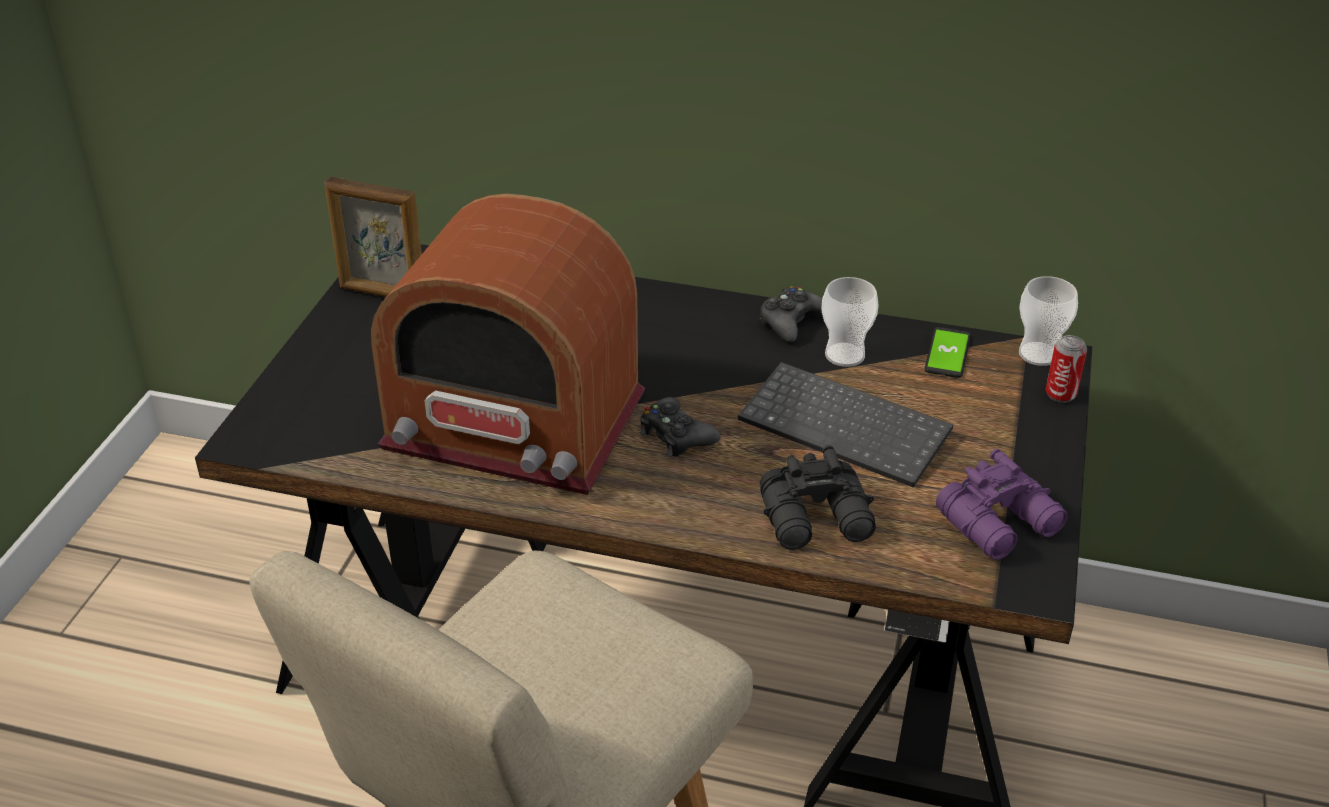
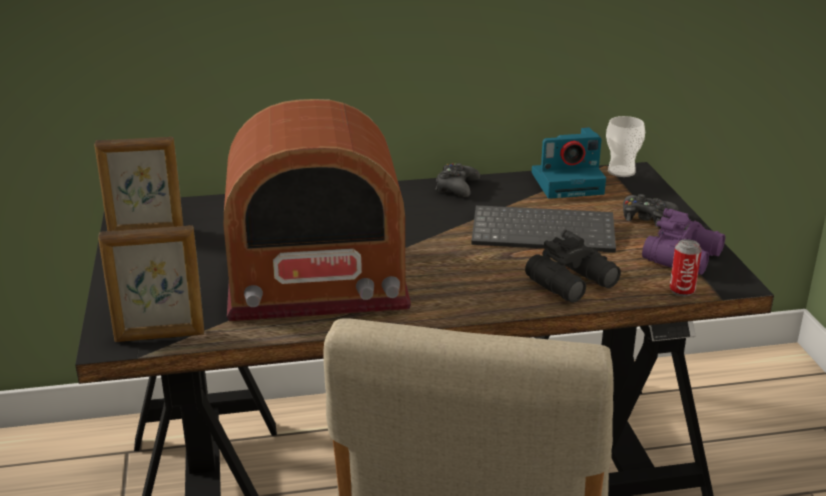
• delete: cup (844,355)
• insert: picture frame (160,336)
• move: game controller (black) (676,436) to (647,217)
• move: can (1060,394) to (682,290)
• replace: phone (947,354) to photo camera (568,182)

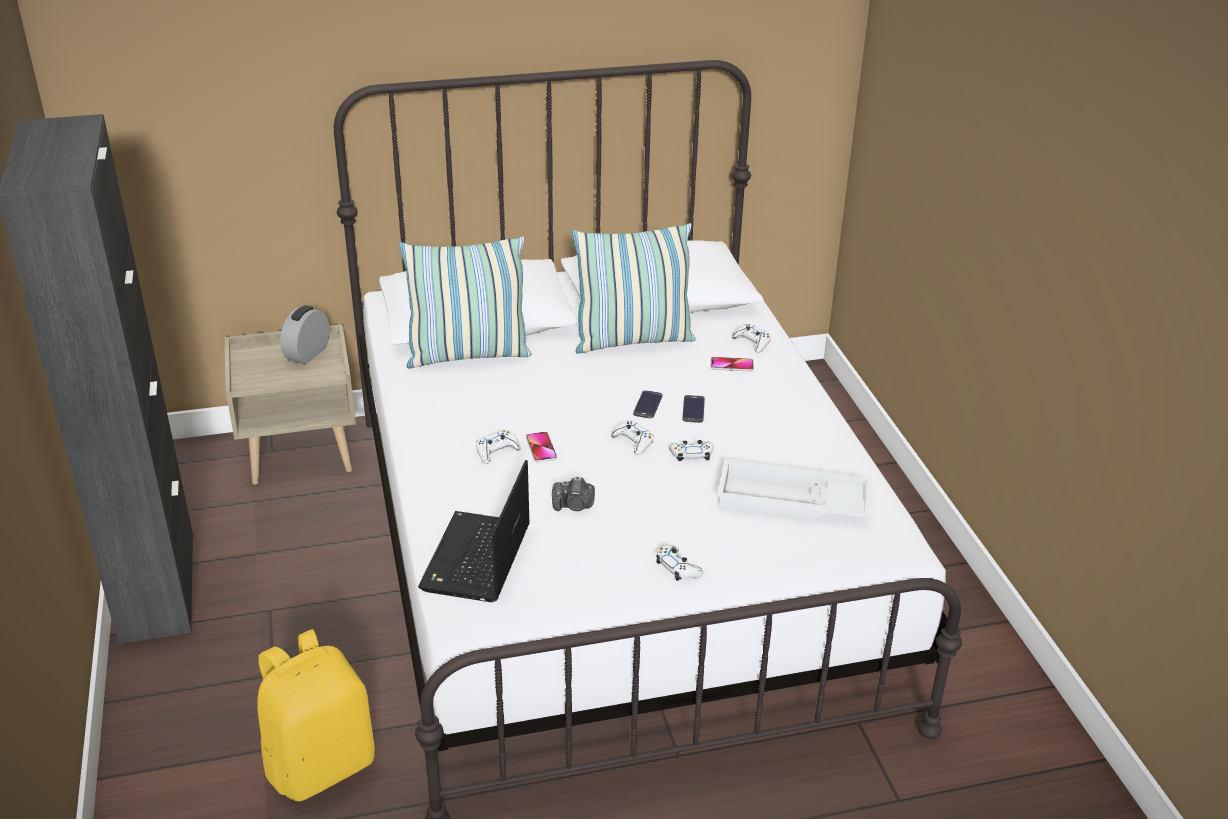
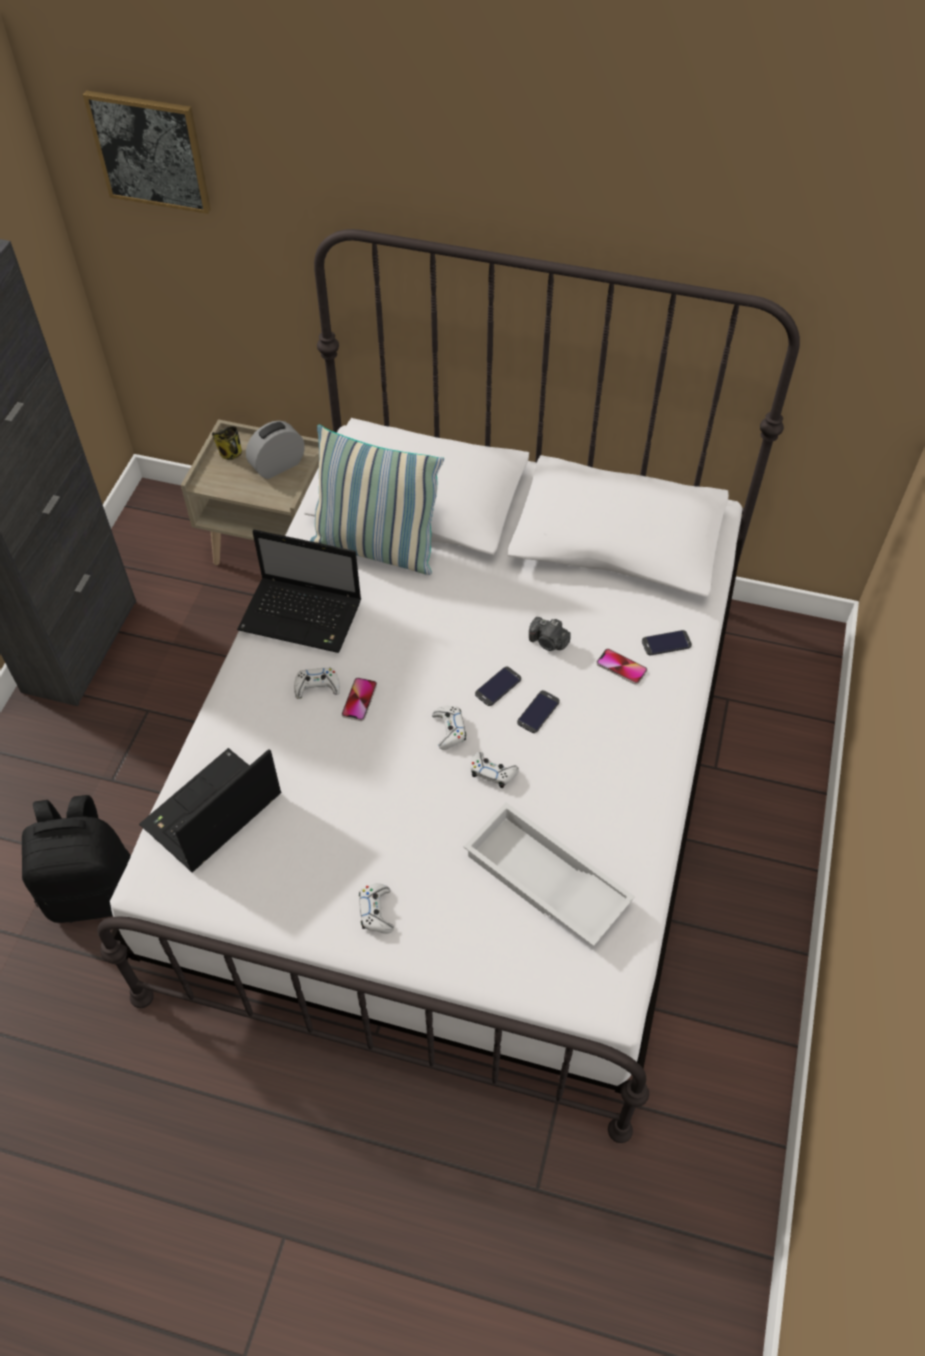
• delete: pillow (632,340)
• insert: picture (150,151)
• insert: mug (231,454)
• insert: laptop (303,616)
• move: photo camera (574,506) to (548,642)
• replace: game controller (white) (752,342) to phone (666,643)
• recolor: backpack (yellow) (321,764) to backpack (black) (94,890)

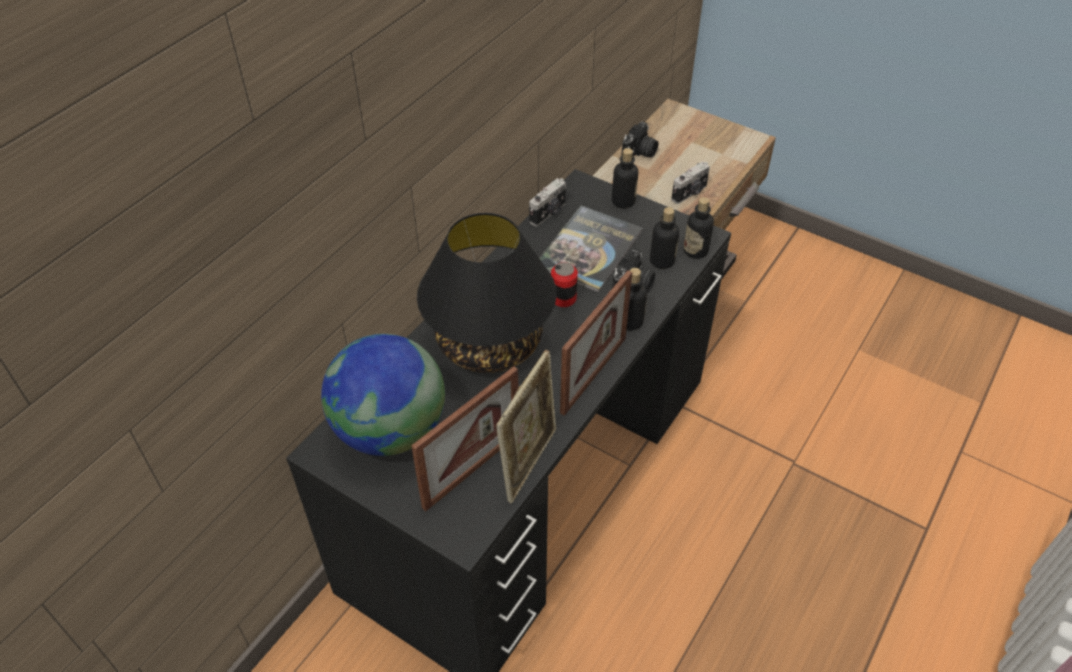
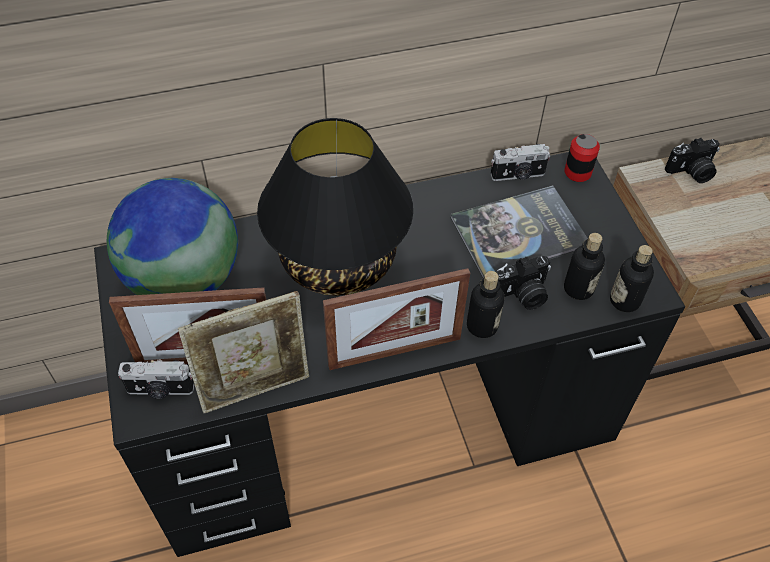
• delete: bottle (623,201)
• move: can (563,298) to (577,172)
• move: photo camera (690,193) to (160,390)

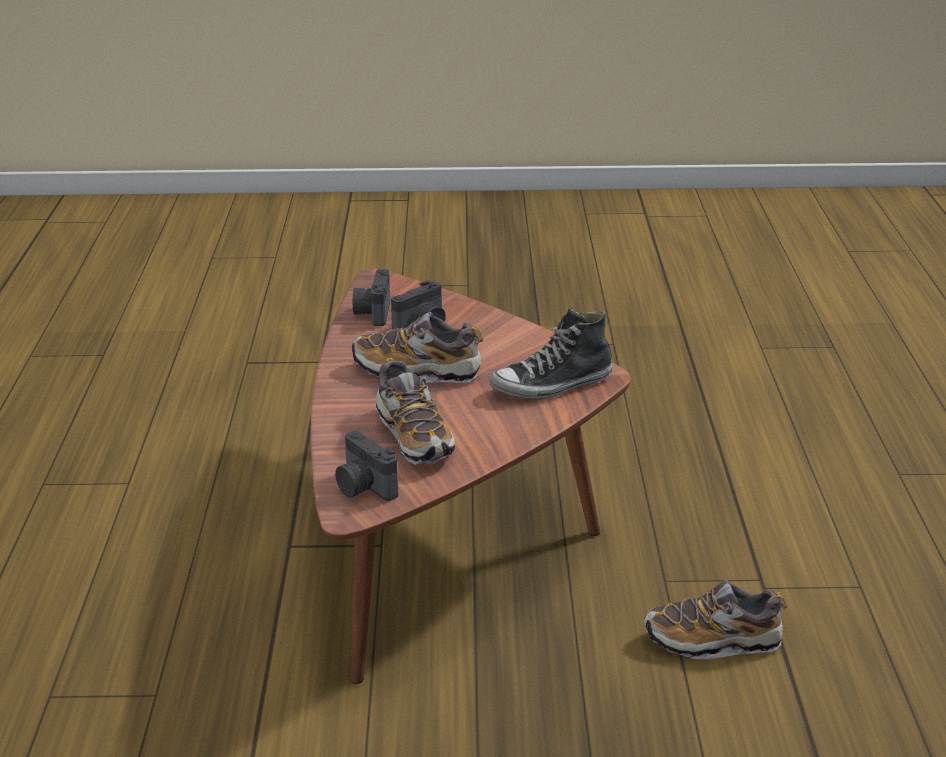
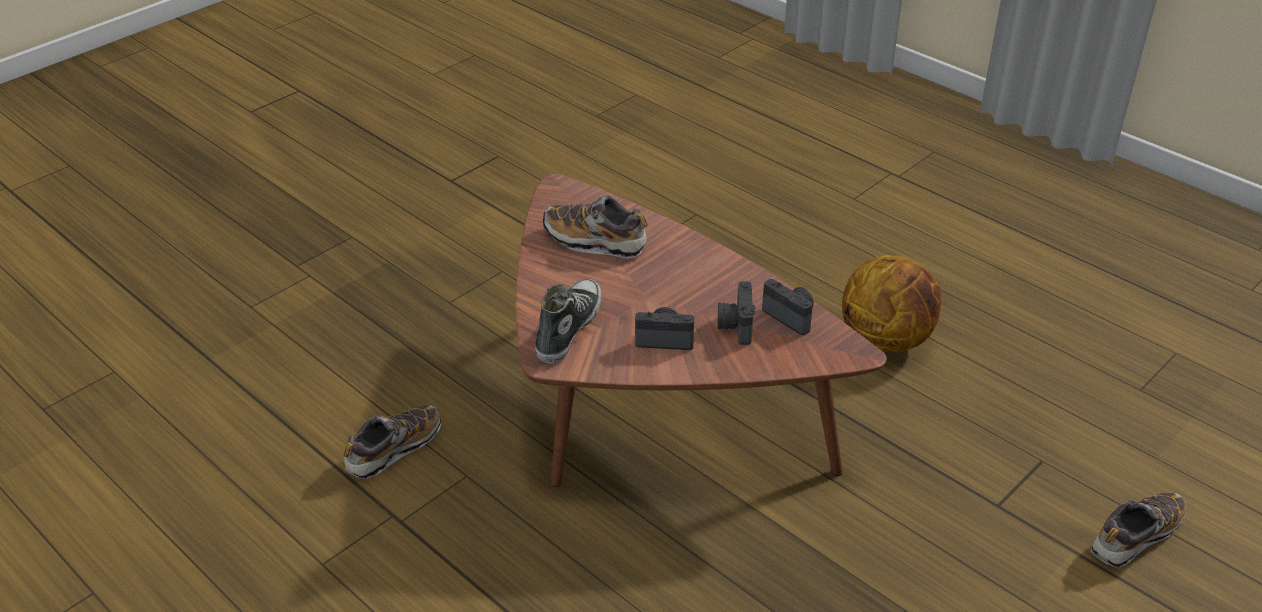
• insert: basketball (887,339)
• move: photo camera (363,488) to (665,339)
• move: shoe (417,371) to (1135,537)

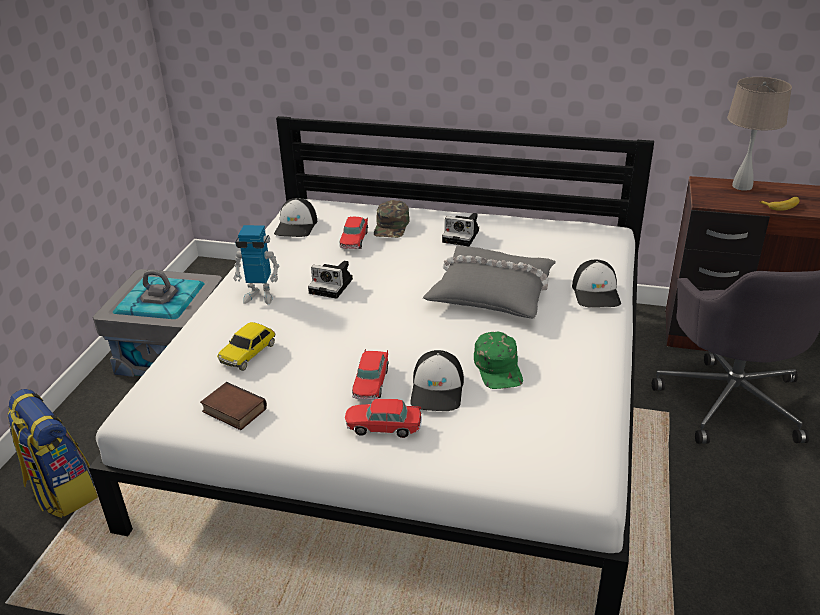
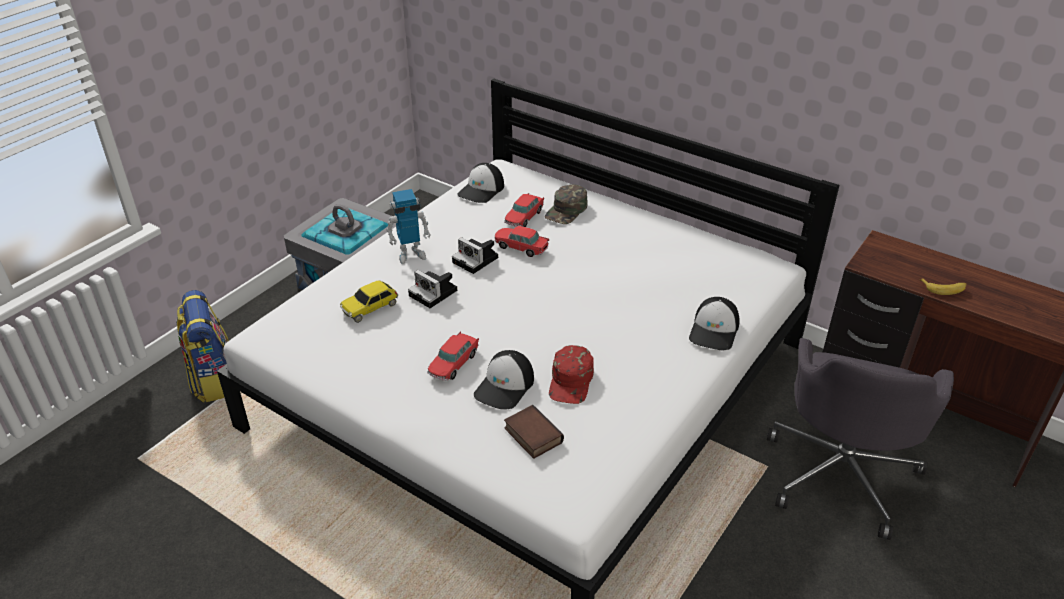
• delete: pillow (grey) (492,291)
• delete: table lamp (beige) (741,186)
• move: book (232,411) to (531,435)
• move: toy car (384,427) to (521,247)
• move: photo camera (462,236) to (435,293)
• recolor: cap (green) (498,368) to cap (red) (571,381)
• rotate: toy robot (260,295) = (410,254) 45 degrees counterclockwise

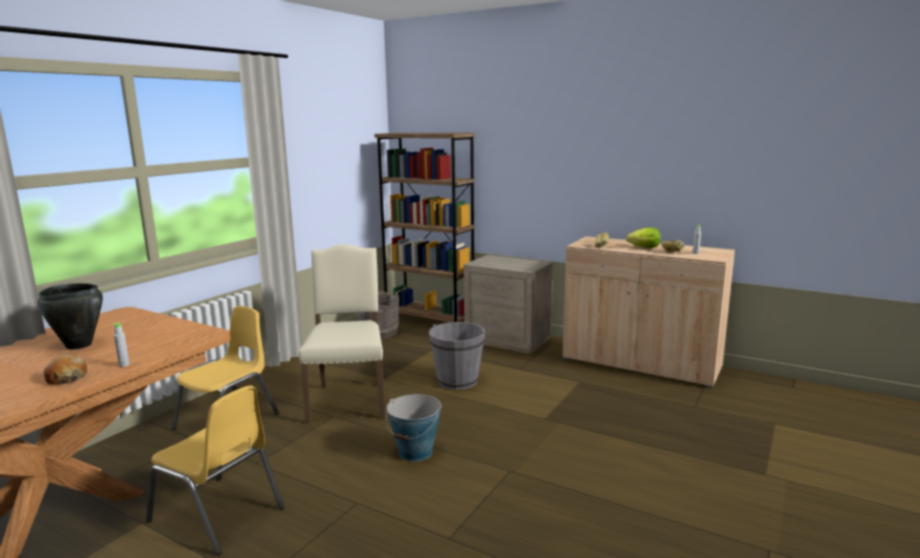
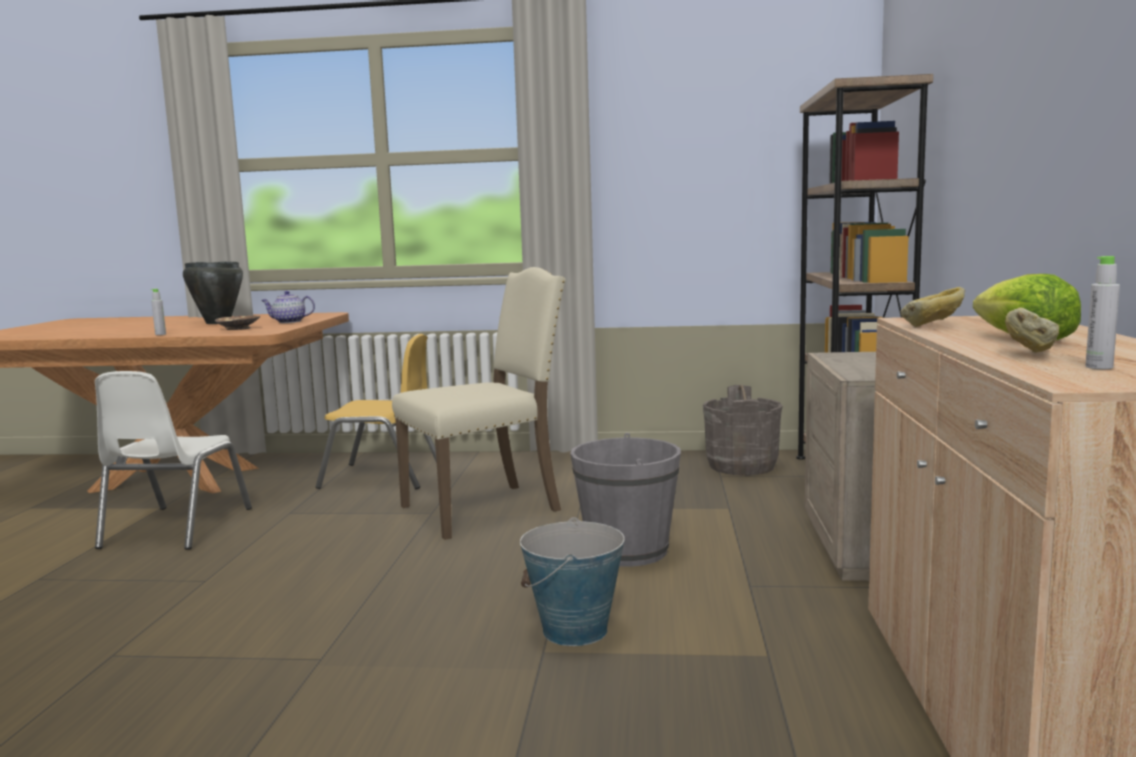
• delete: bread (66,378)
• insert: bowl (brown) (239,328)
• insert: teapot (288,322)
• move: bucket (415,452) to (575,631)
• recolor: chair (yellow) (217,515) to chair (white) (175,528)

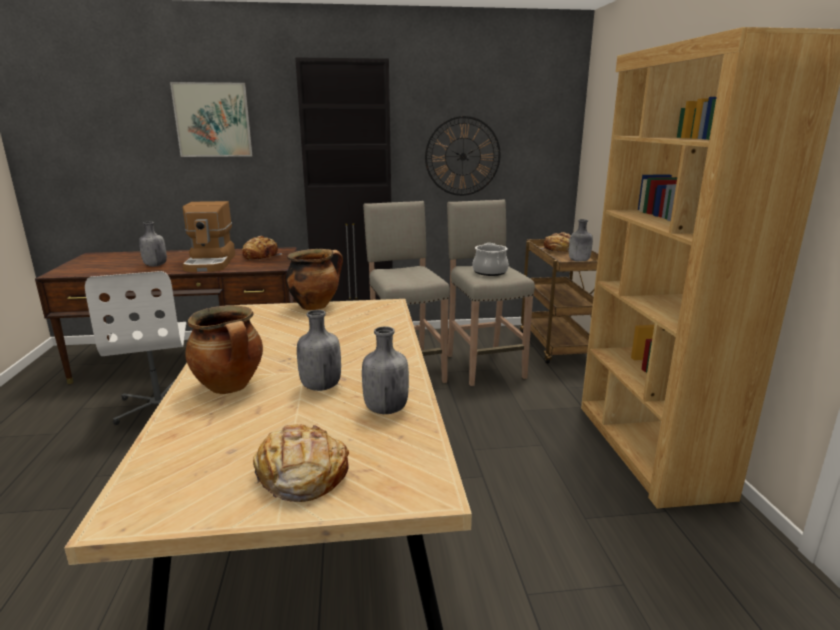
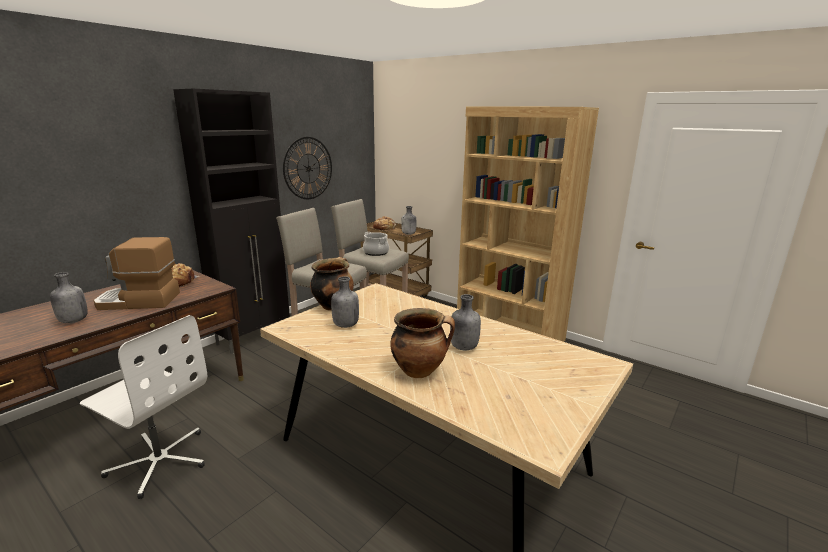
• delete: picture (213,120)
• delete: bread (301,475)
• move: bottle (grey) (385,409) to (345,325)
• rotate: coffee machine (211,263) = (138,301) 135 degrees clockwise

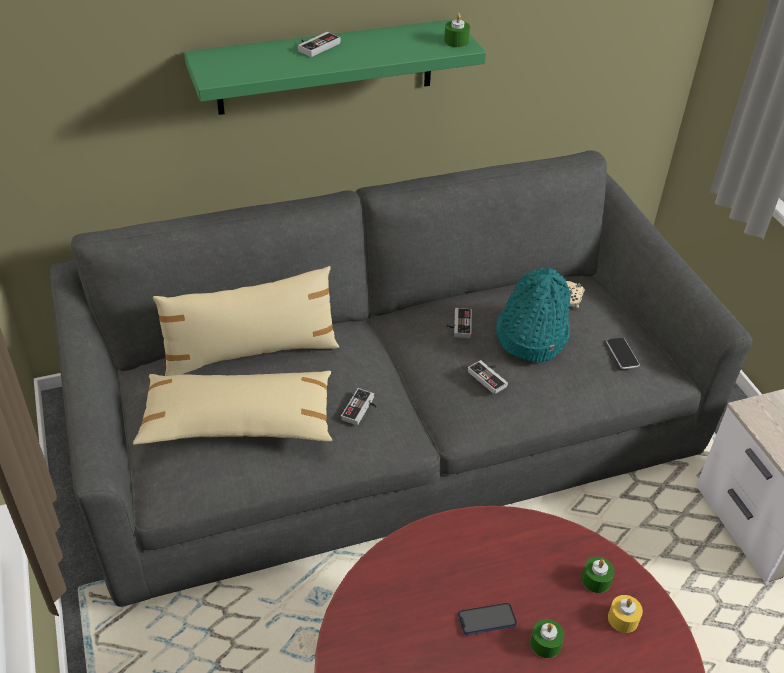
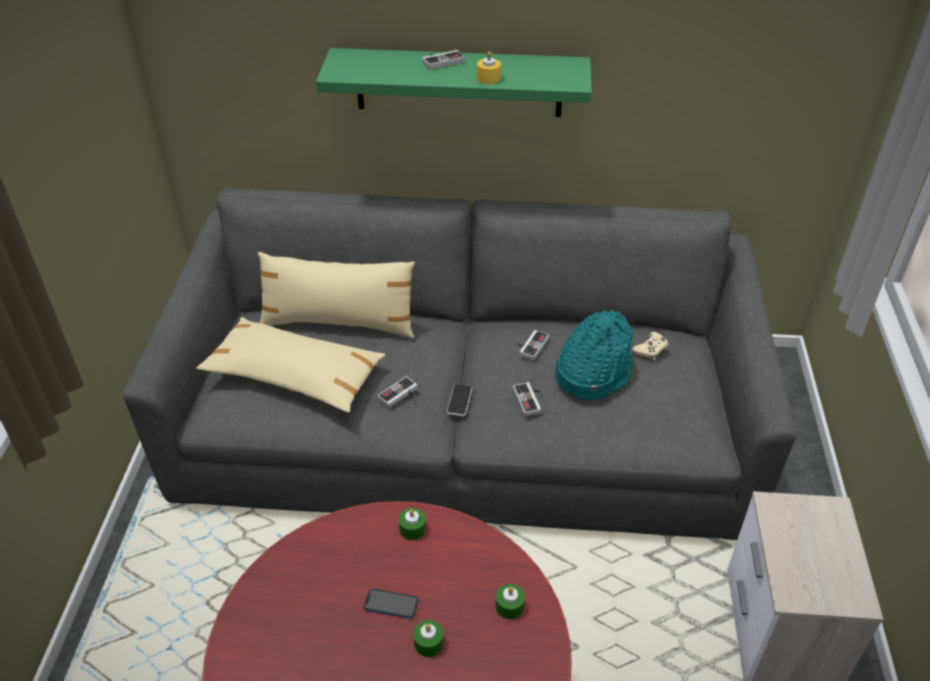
• move: candle (green) (456,41) to (412,529)
• move: phone (622,354) to (459,400)
• move: candle (yellow) (623,619) to (488,78)

